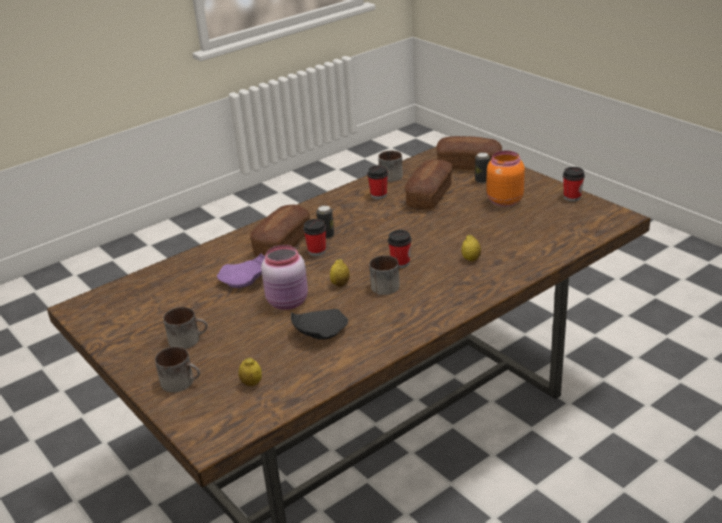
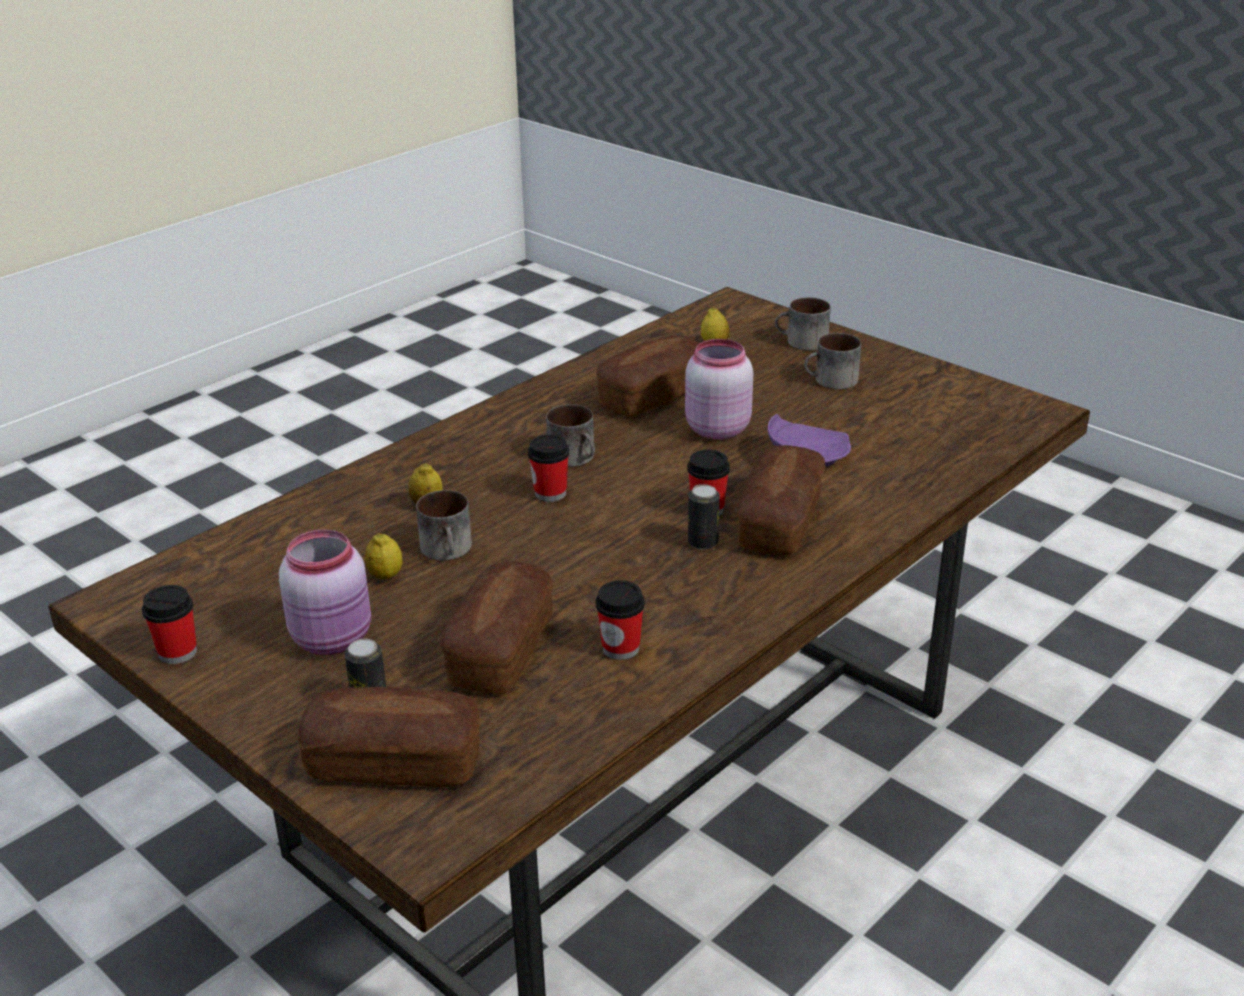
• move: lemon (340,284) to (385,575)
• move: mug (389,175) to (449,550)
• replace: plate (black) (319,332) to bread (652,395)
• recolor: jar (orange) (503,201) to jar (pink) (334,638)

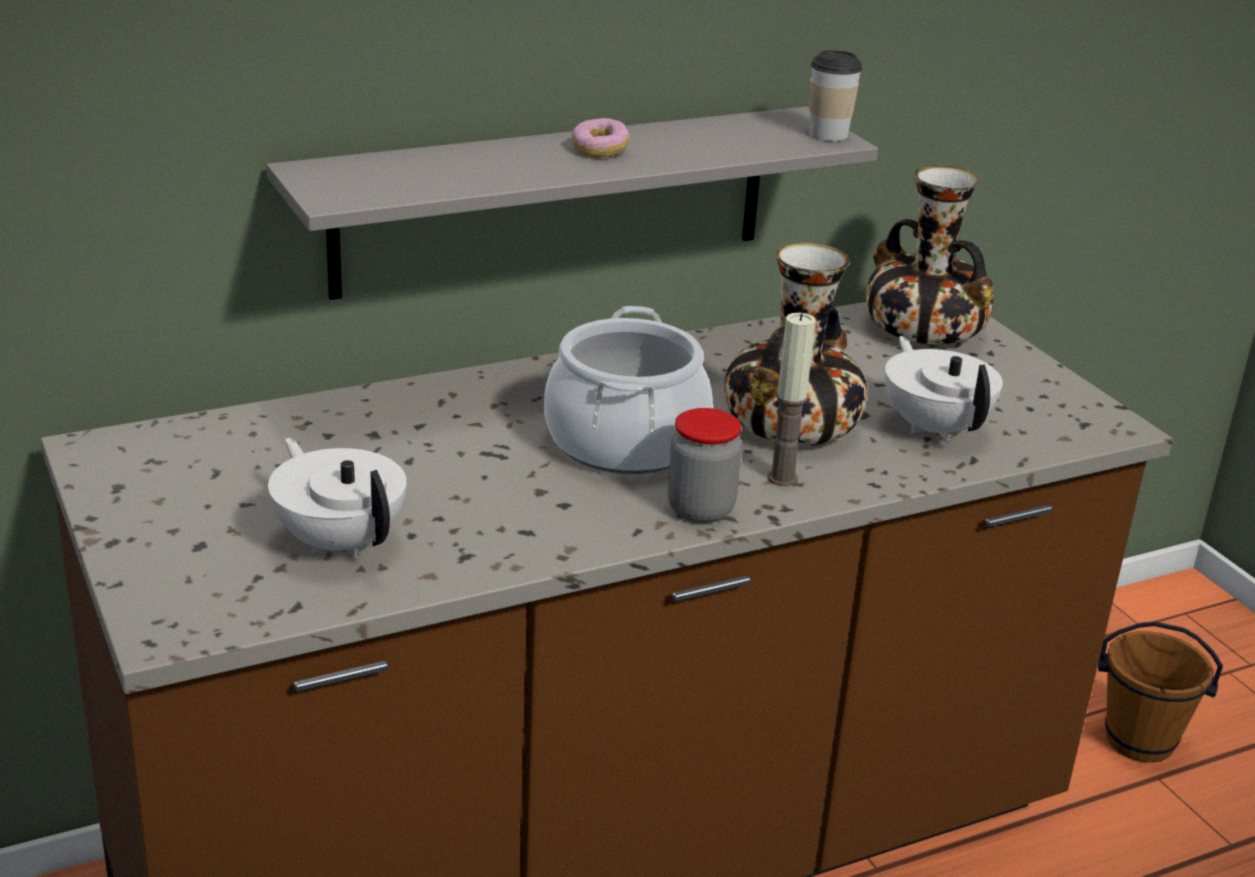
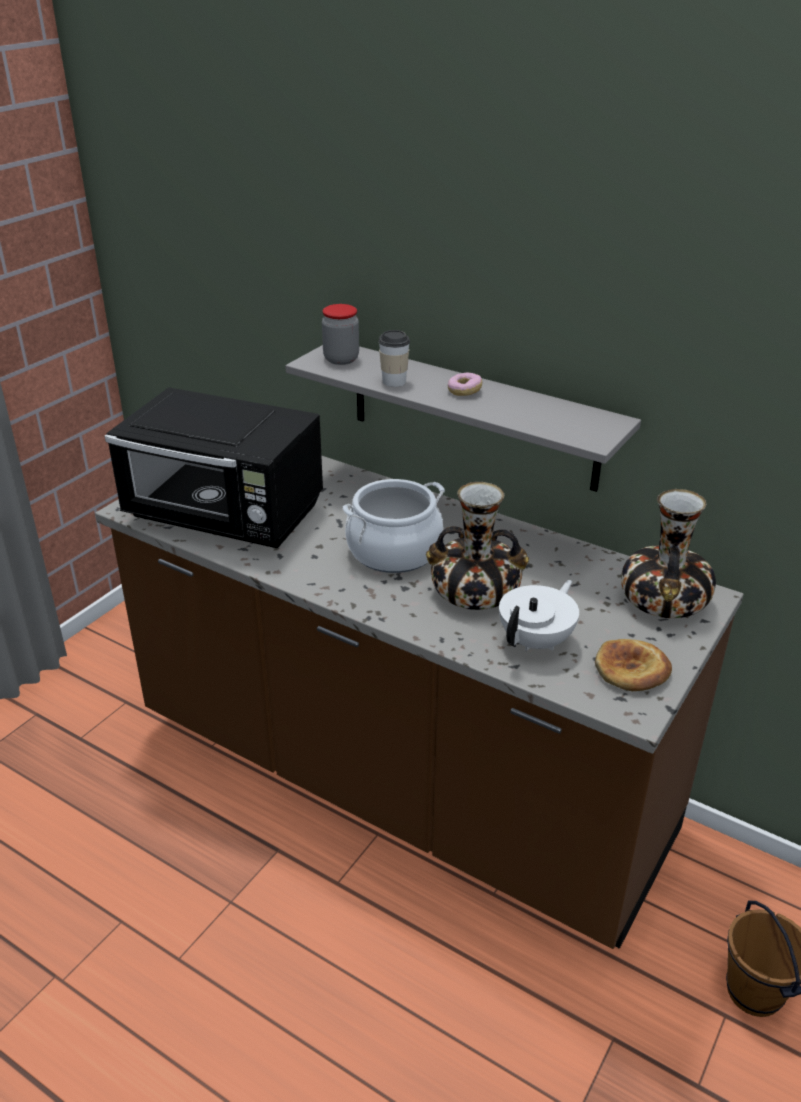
• delete: candle (782,478)
• insert: bread (631,669)
• move: jar (700,509) to (341,359)
• move: cup (828,134) to (394,381)
• replace: teapot (white) (340,541) to microwave (black) (226,516)

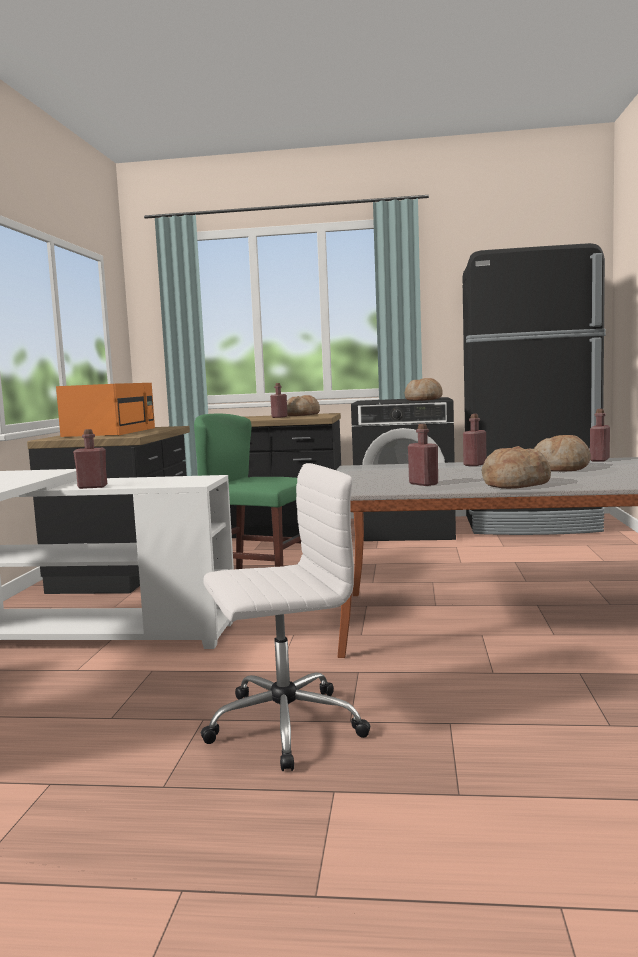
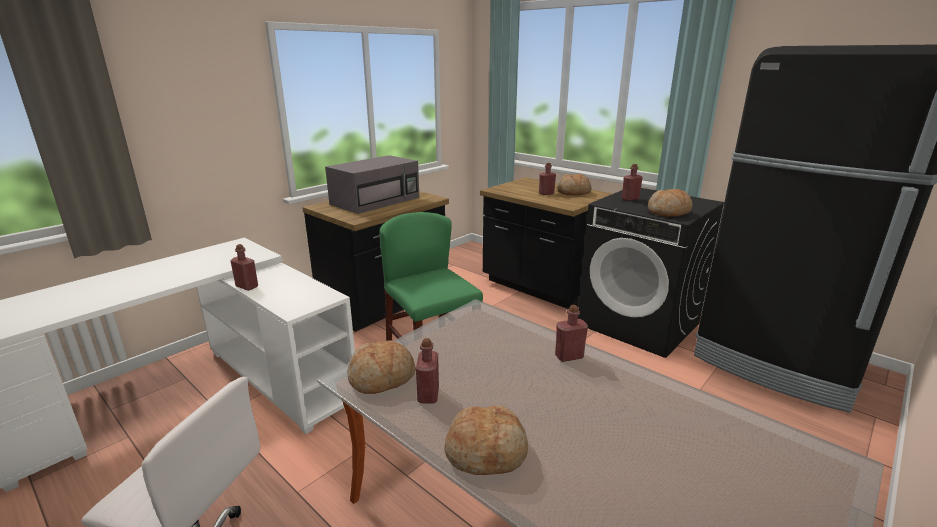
• move: bread (562,468) to (382,378)
• move: bottle (red) (599,460) to (630,199)
• recolor: microwave (orange) (111,432) to microwave (grey) (376,200)

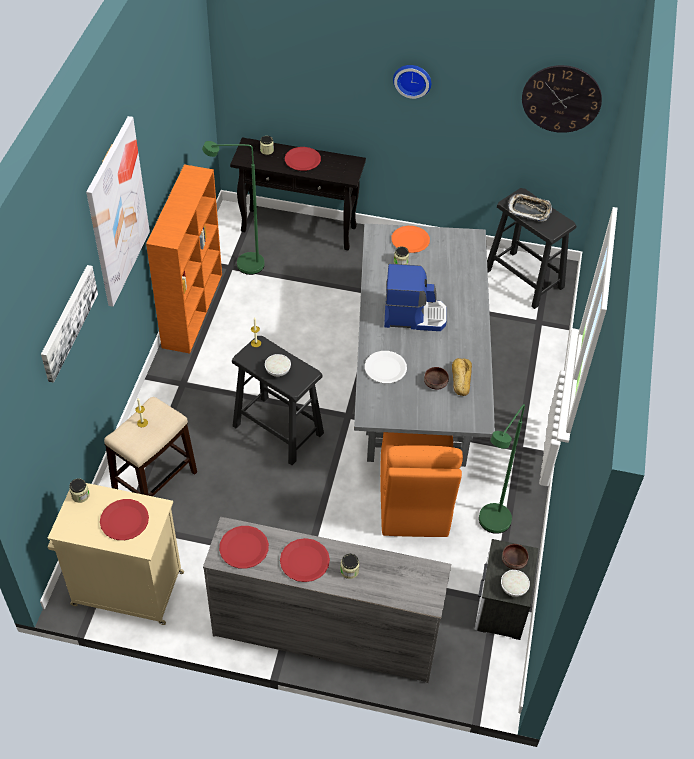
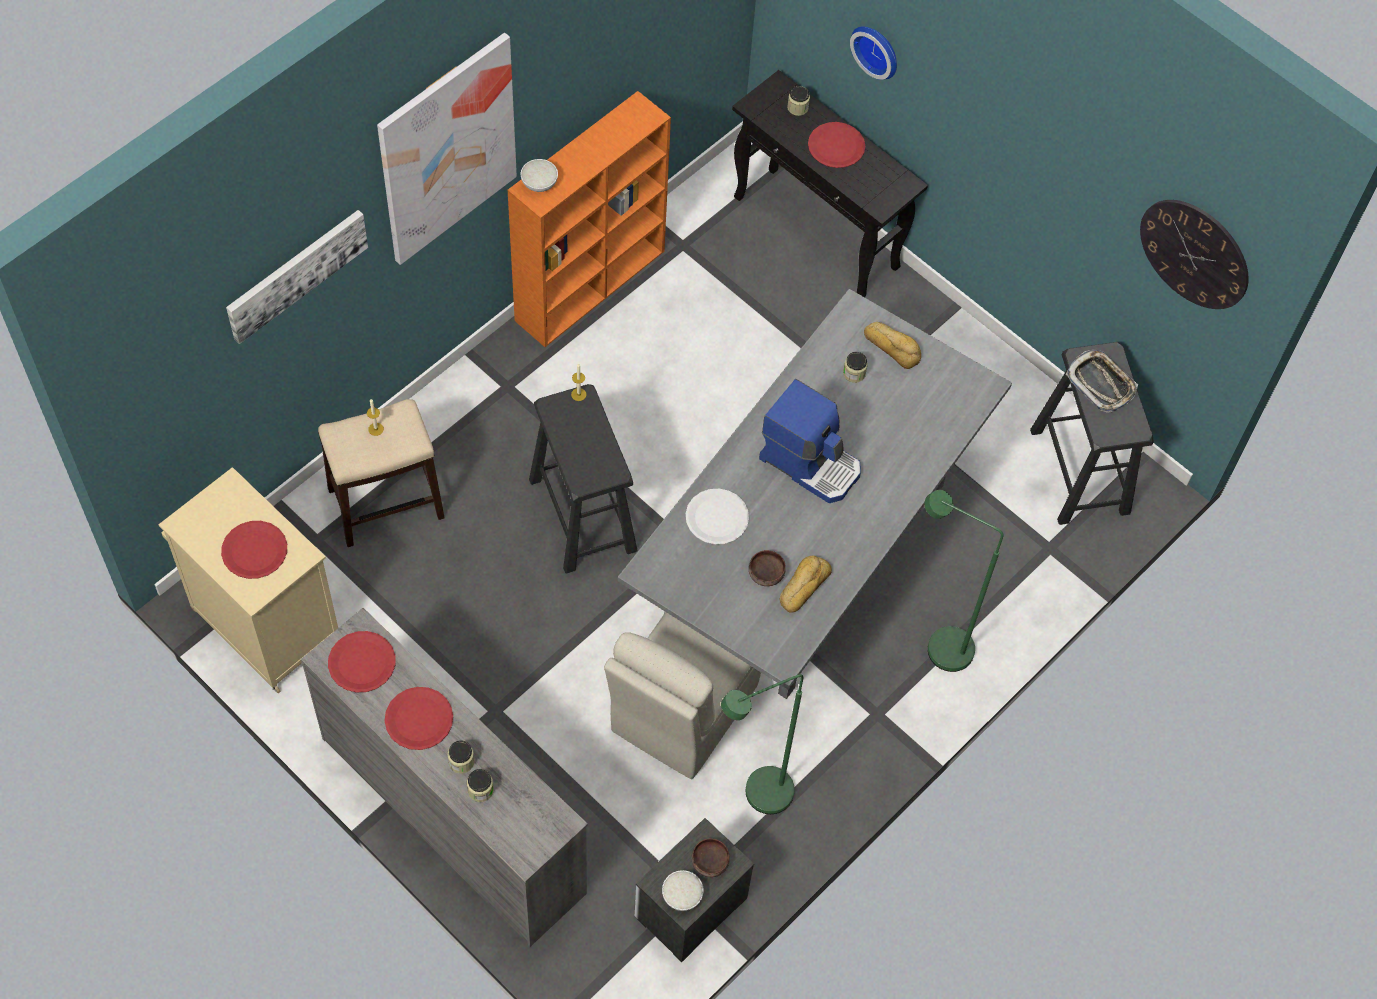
• move: jar (80,495) to (480,790)
• move: floor lamp (green) (242,265) to (938,644)
• move: bowl (white) (277,371) to (539,183)
• move: wall clock (412,79) to (877,49)
• replace: plate (orange) (410,240) to bread (892,347)
• recolor: chair (orange) (413,503) to chair (beige) (681,710)

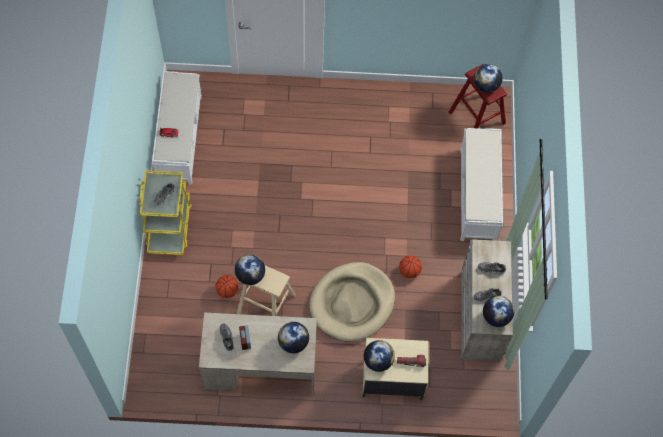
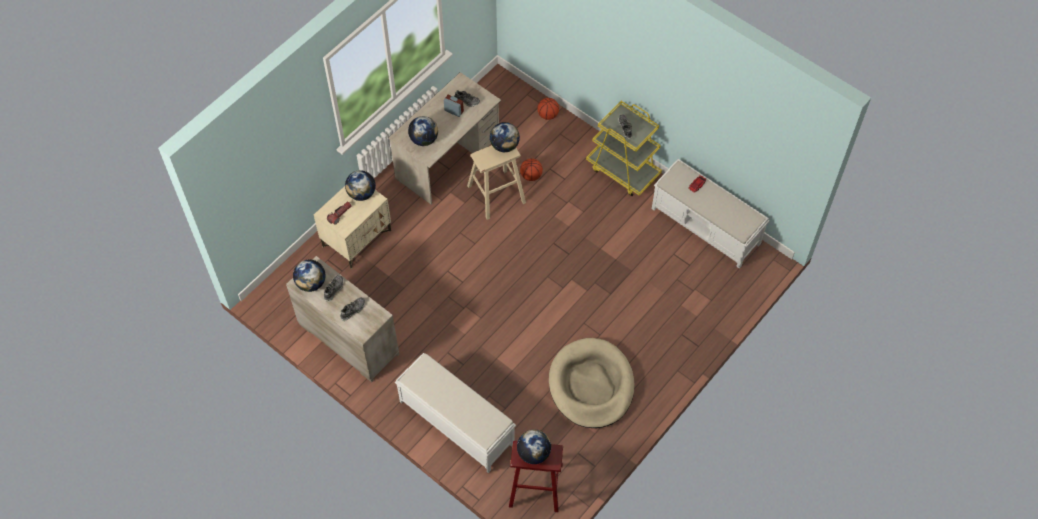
• move: dog bed (beige) (352,303) to (591,385)
• move: basketball (409,271) to (548,115)

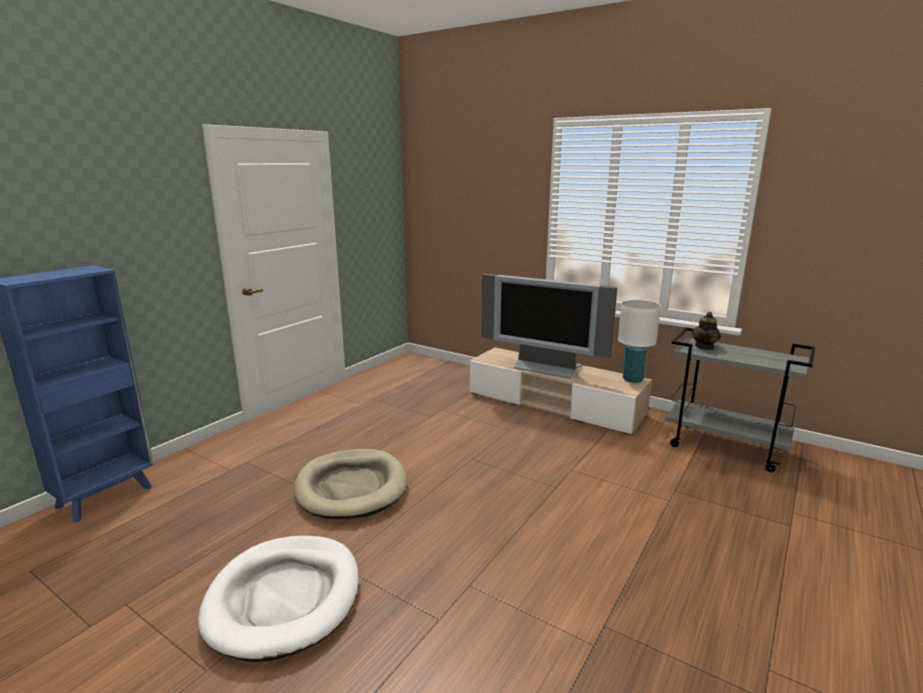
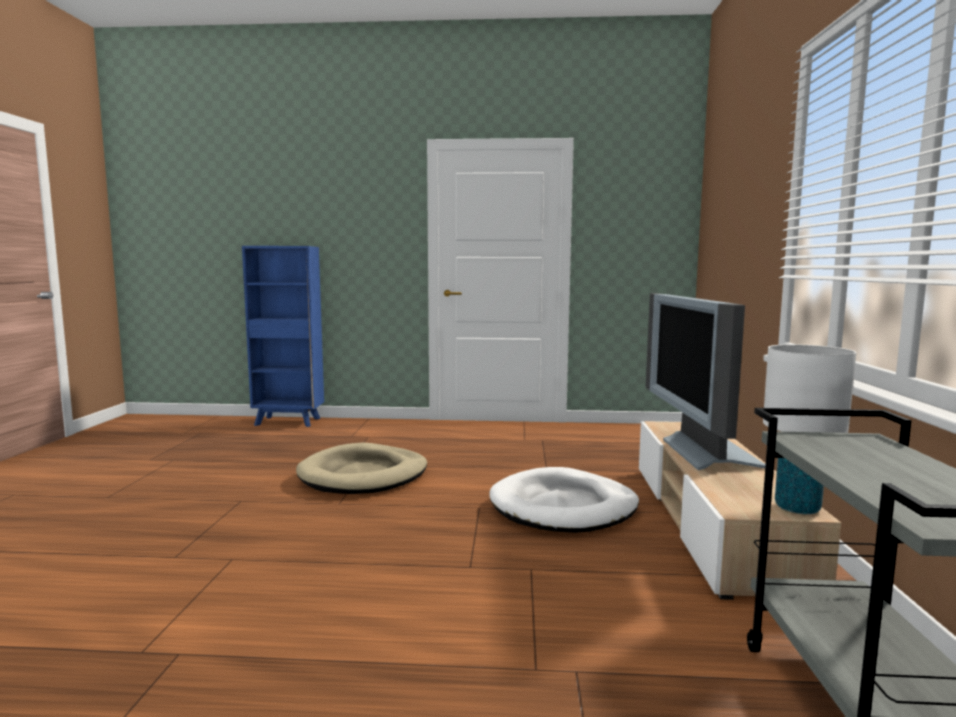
• delete: teapot (704,347)
• move: dog bed (white) (284,598) to (563,507)

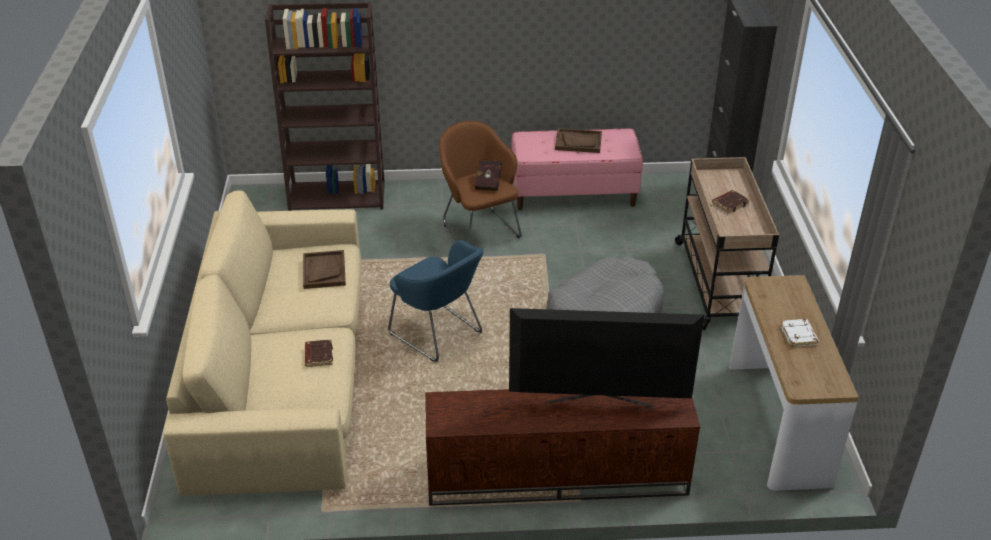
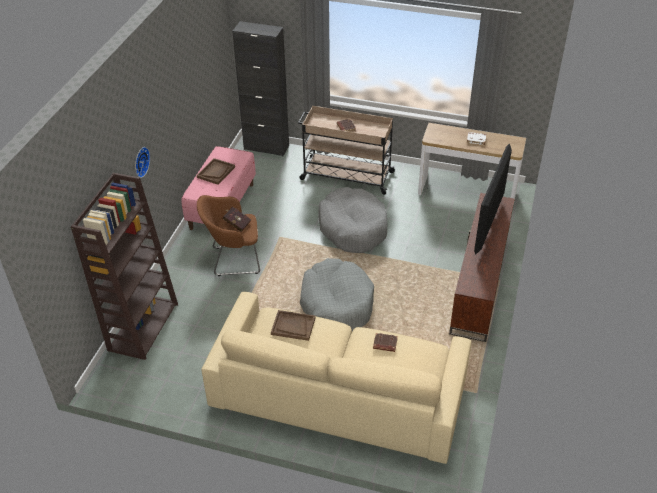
• insert: wall clock (140,161)
• replace: armchair (blue) (439,334) to dog bed (grey) (336,304)

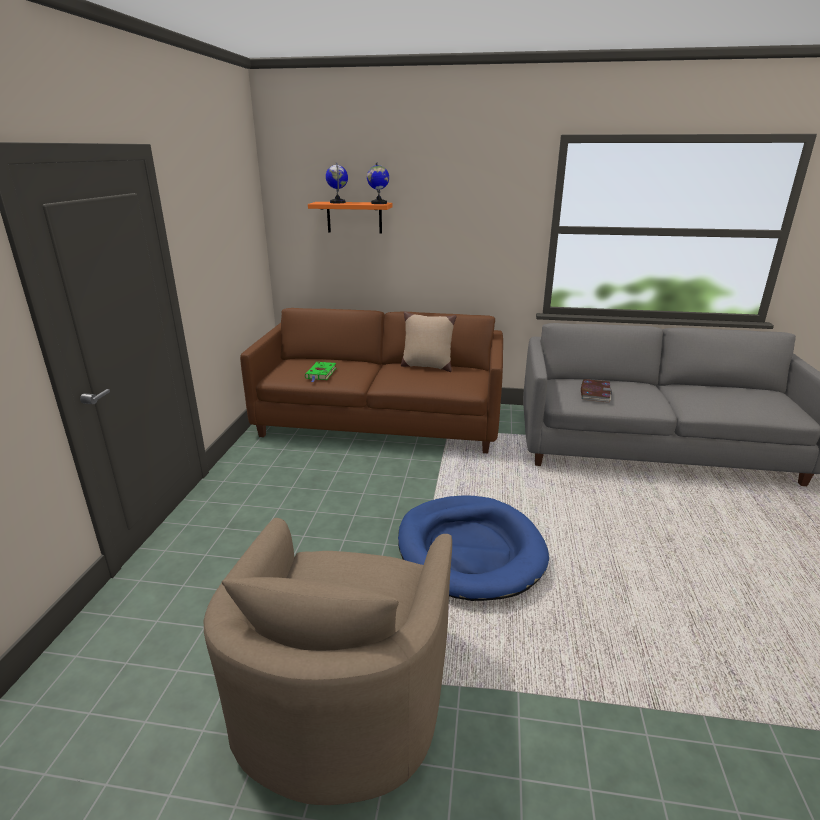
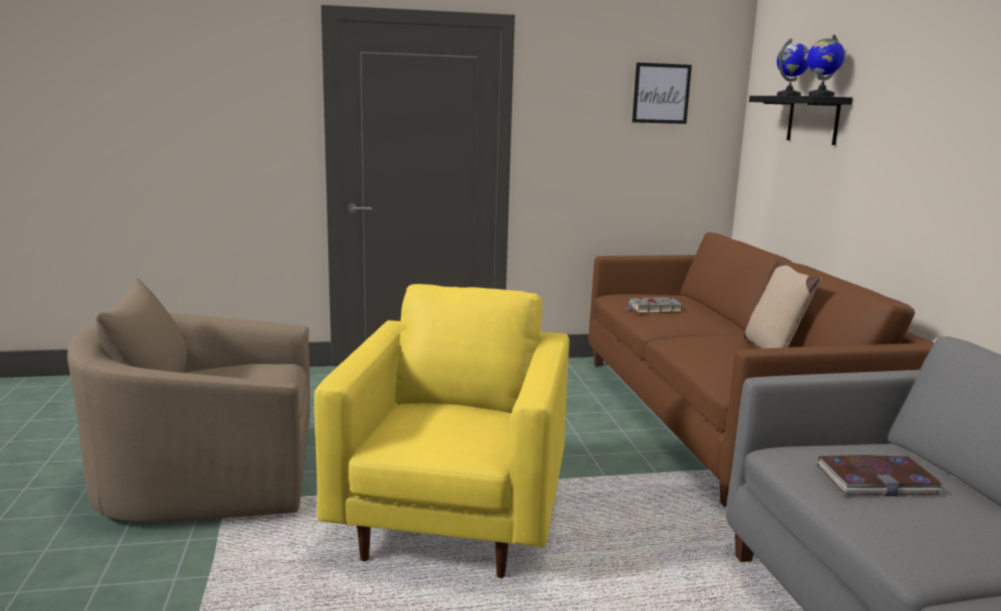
• insert: picture (661,93)
• replace: dog bed (blue) (469,550) to armchair (yellow) (453,518)
• recolor: book (green) (321,374) to book (grey) (653,309)
• recolor: shelf (orange) (354,217) to shelf (black) (813,119)

